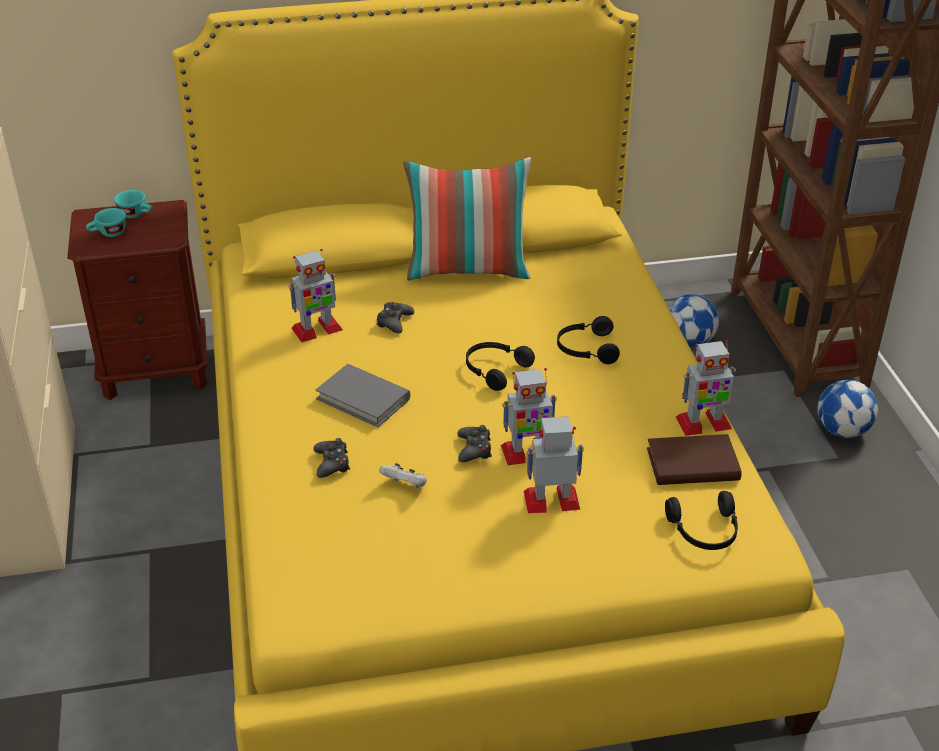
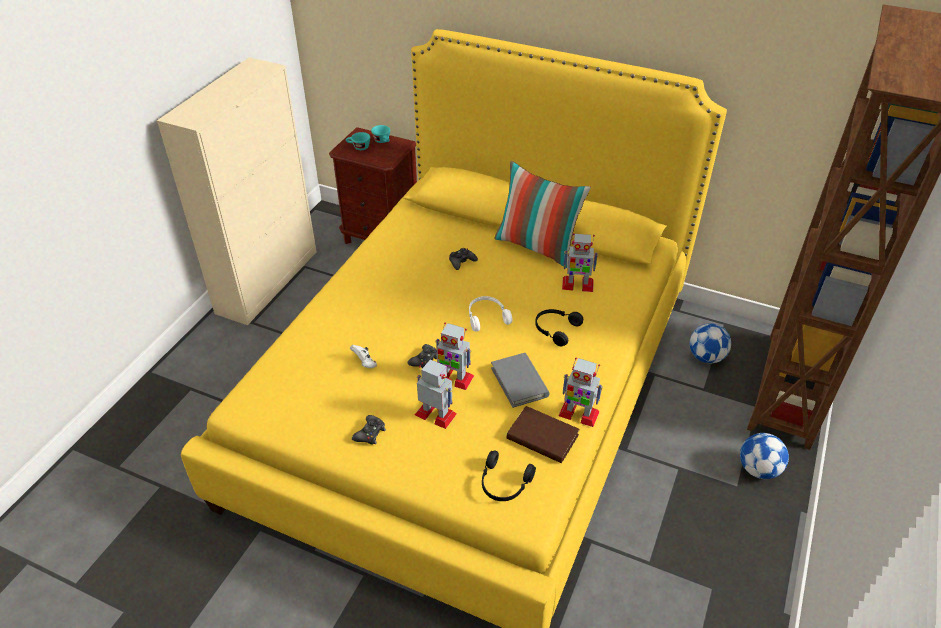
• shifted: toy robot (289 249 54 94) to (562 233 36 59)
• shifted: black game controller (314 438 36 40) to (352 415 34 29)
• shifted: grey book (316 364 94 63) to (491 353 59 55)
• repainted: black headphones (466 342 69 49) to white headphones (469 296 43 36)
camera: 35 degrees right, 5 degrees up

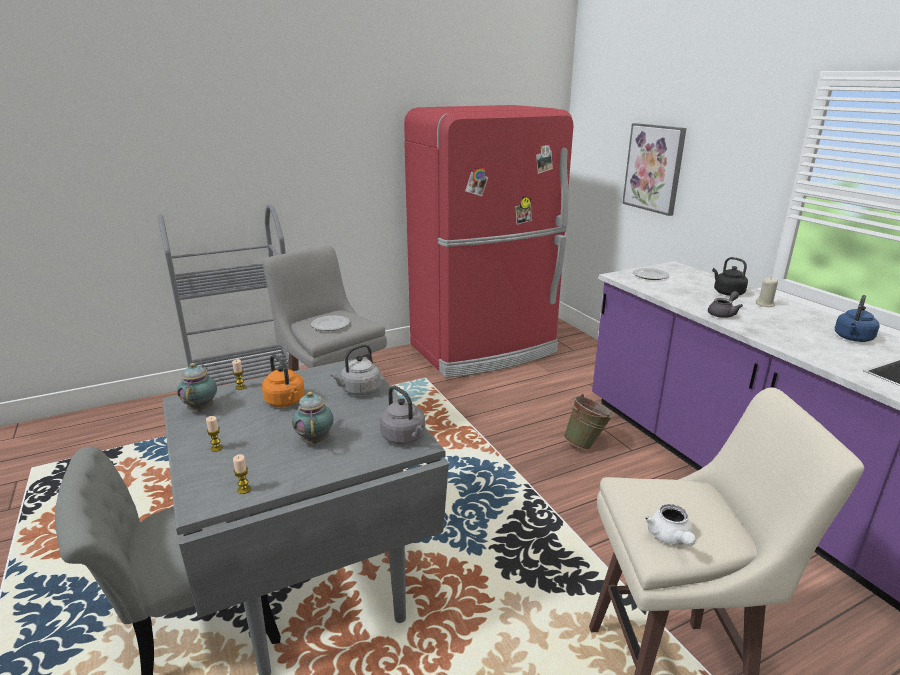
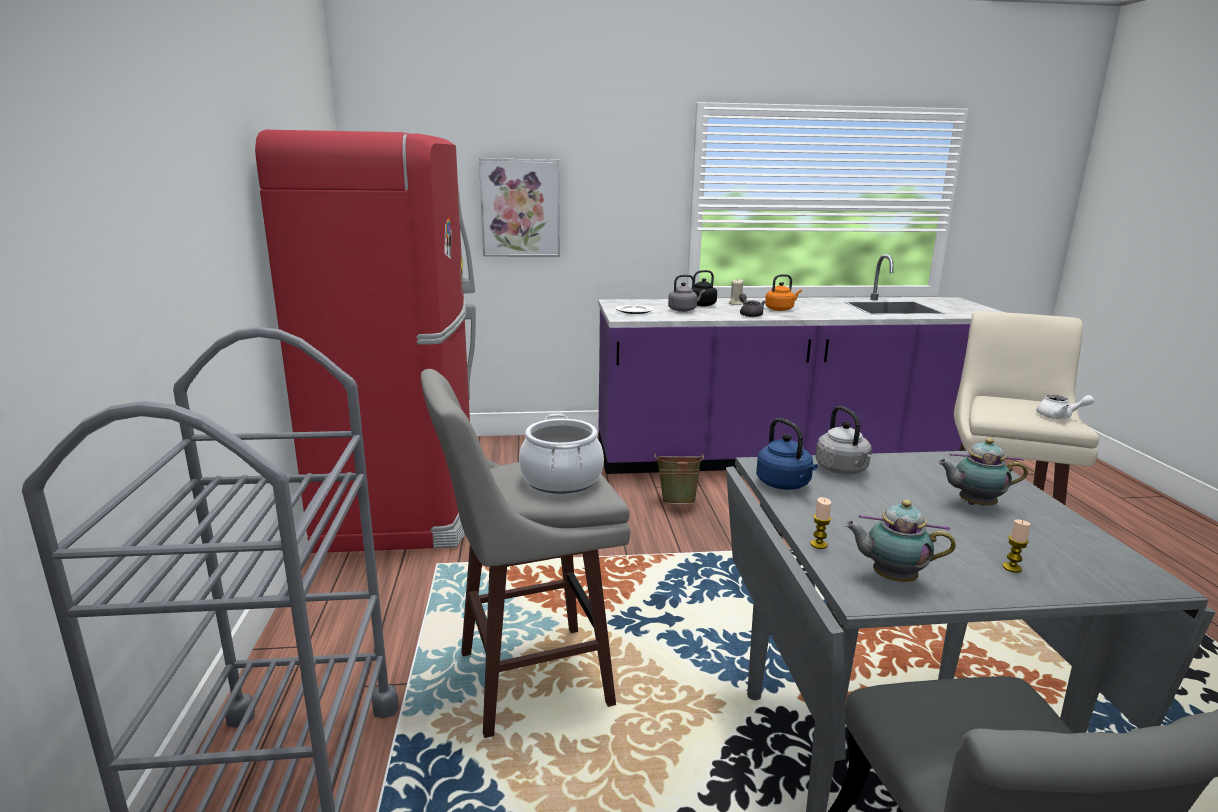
• gone: candle (233 454 18 40)
• shifted: orange kettle (262 354 43 53) to (765 274 37 37)
• swapped: plate (311 315 39 16) to cooking pot (519 414 85 80)
• shifted: grey kettle (380 386 45 58) to (668 274 37 38)
• shifted: blue kettle (835 295 45 47) to (756 418 62 72)
camera: 70 degrees left, 5 degrees down

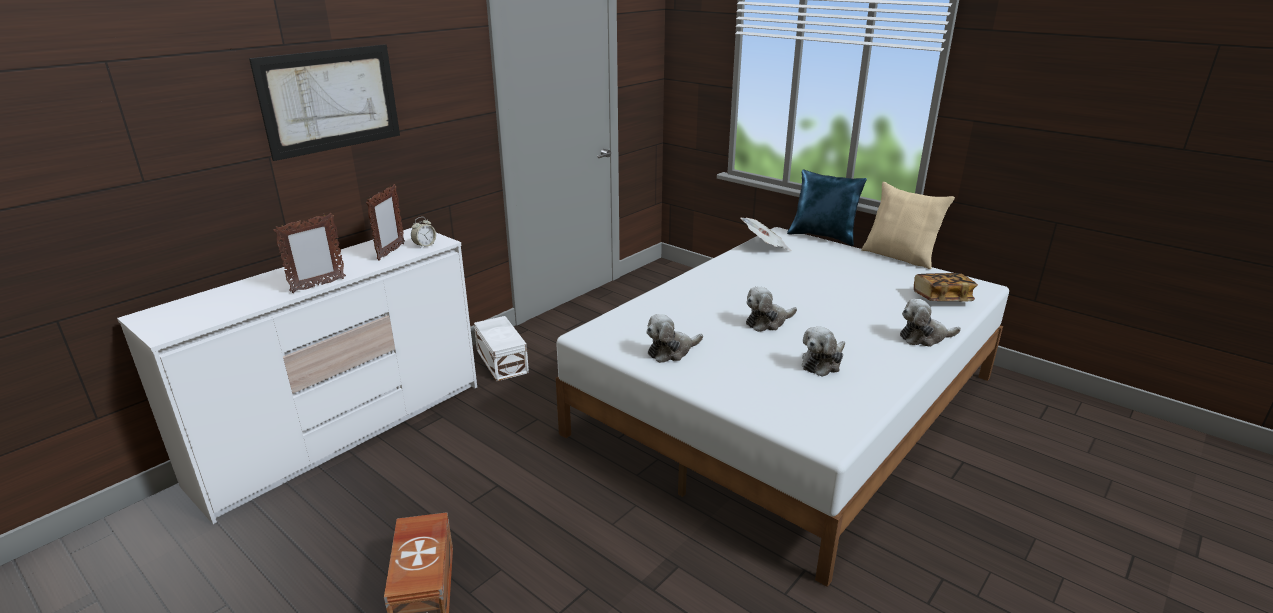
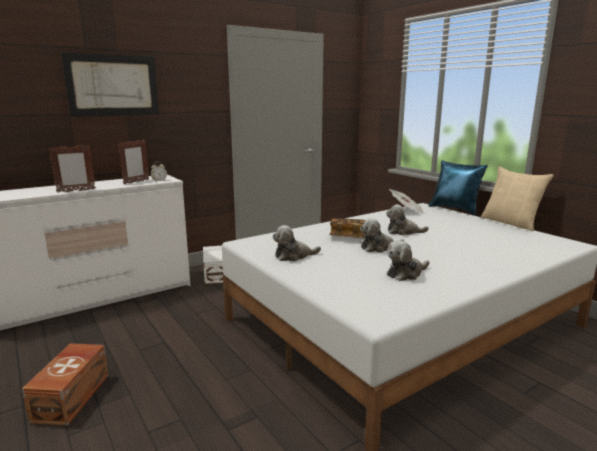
• shifted: plush toy (900 299 61 48) to (386 205 43 30)
• shifted: book (914 273 64 29) to (329 218 36 20)
camera: 15 degrees right, 10 degrees down

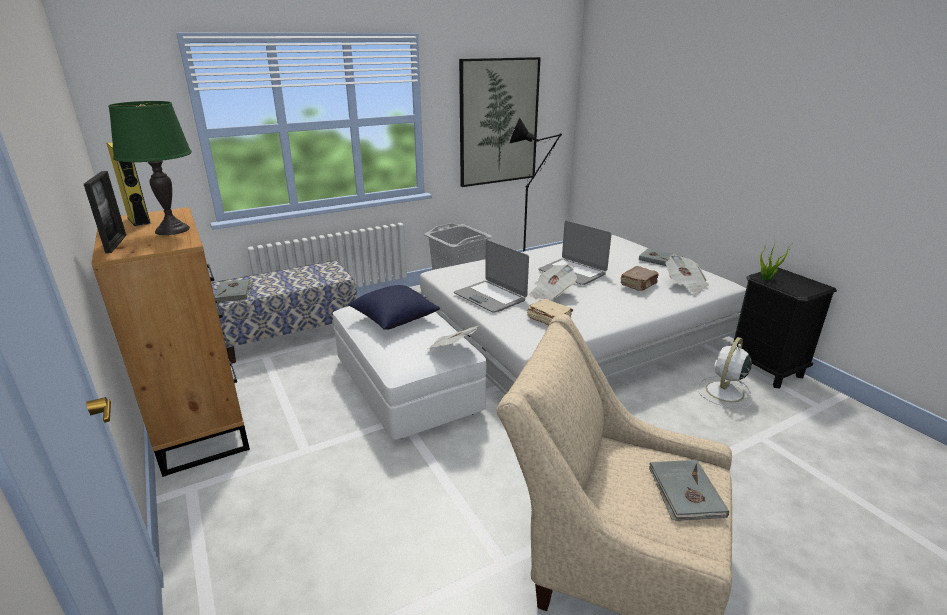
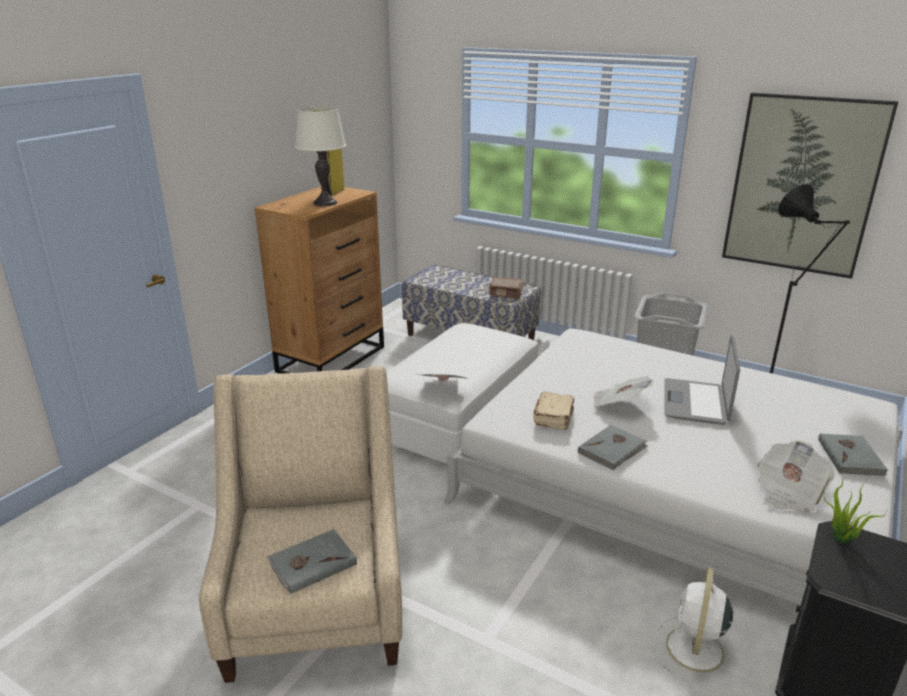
• gone: picture frame (84 171 42 82)
• repainted: green table lamp (109 101 83 134) to white table lamp (295 106 51 100)
• shifted: grey book (215 279 37 23) to (578 425 71 45)
• gone: blue pillow (348 285 92 45)
• gone: laptop (454 240 75 73)
• shifted: brown book (621 266 37 25) to (489 277 34 22)
• rotated: white fan (697 337 55 72) = (654 567 84 119) 75 degrees counterclockwise
camera: 60 degrees right, 0 degrees up

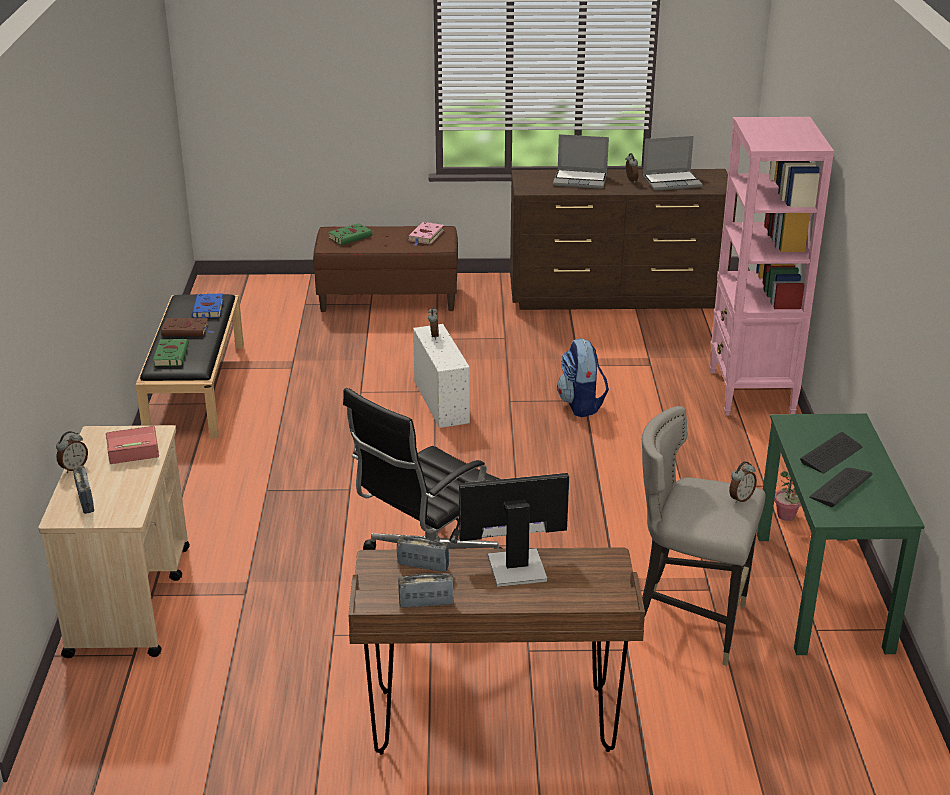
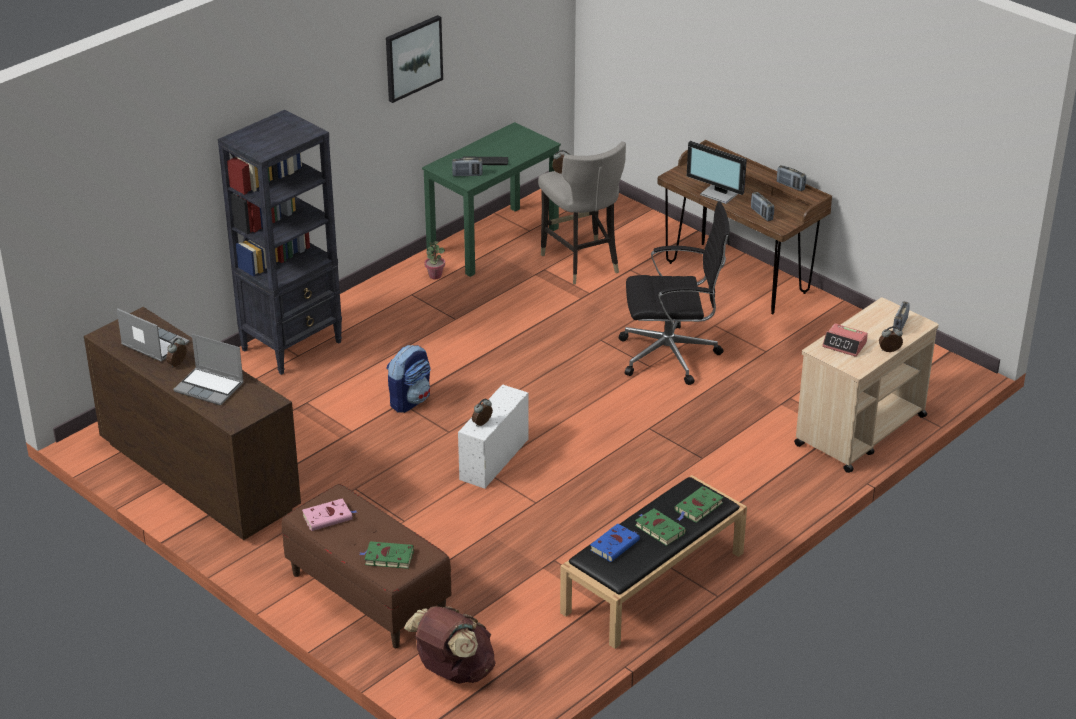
• repainted: brown book (161 318 53 18) to green book (635 508 51 38)
• rotated: laptop (553 134 56 55) = (173 334 71 71) 150 degrees clockwise
• repainted: pink bookcase (710 117 124 298) to black bookcase (218 110 124 265)
• gone: keyboard (809 468 64 39)
• new: picture (386 15 57 88)
• new: brown backpack (404 606 92 78)
• new: radio (452 157 30 20)
camera: 135 degrees left, 5 degrees up

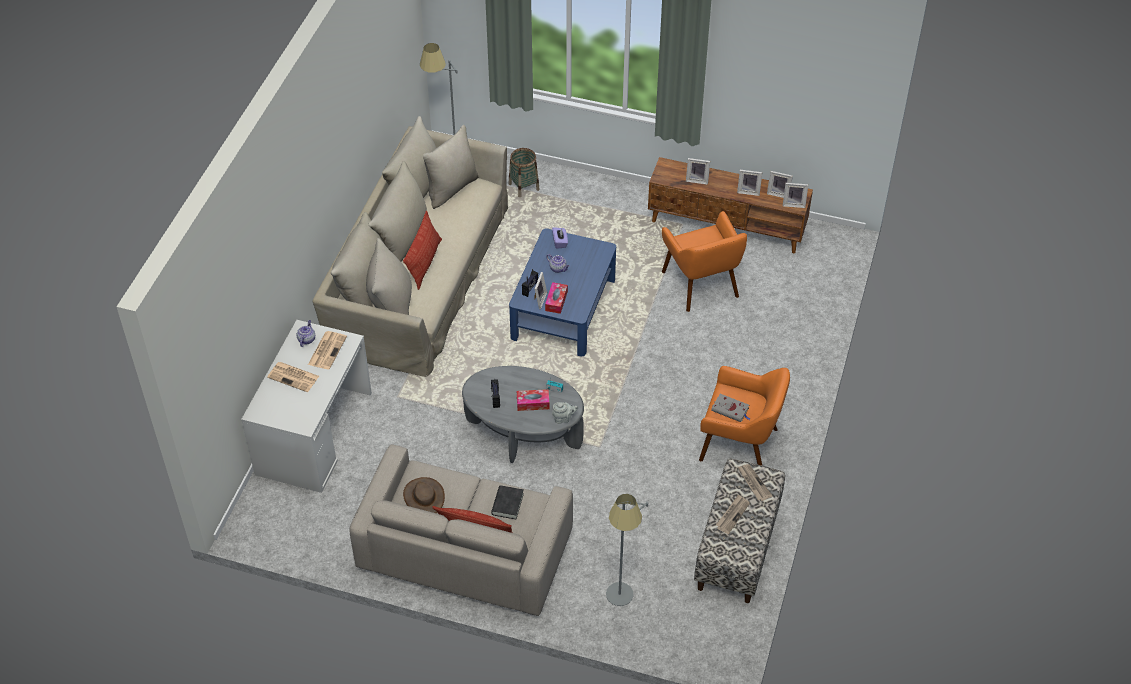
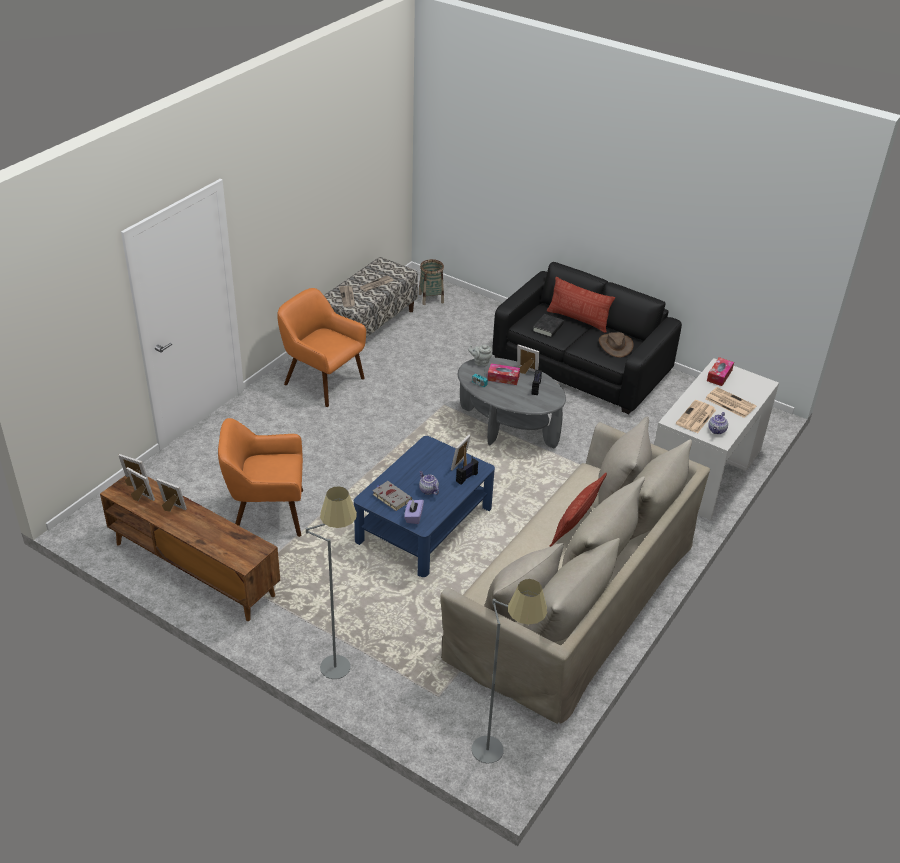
• repainted: beige sofa (349 445 224 171) to black sofa (492 262 190 152)
• shifted: basket (509 148 31 49) to (419 259 25 46)
• shifted: tissue box (545 282 23 32) to (707 357 27 29)
• shifted: grey floor lamp (606 494 42 112) to (306 486 51 193)
• rotated: orange armchair (662 211 85 101) = (218 418 85 119) 90 degrees counterclockwise
• shifted: picture frame (686 158 24 27) to (517 344 22 30)
• shifted: grey book (711 394 40 28) to (372 481 40 30)
camera: 165 degrees left, 10 degrees down

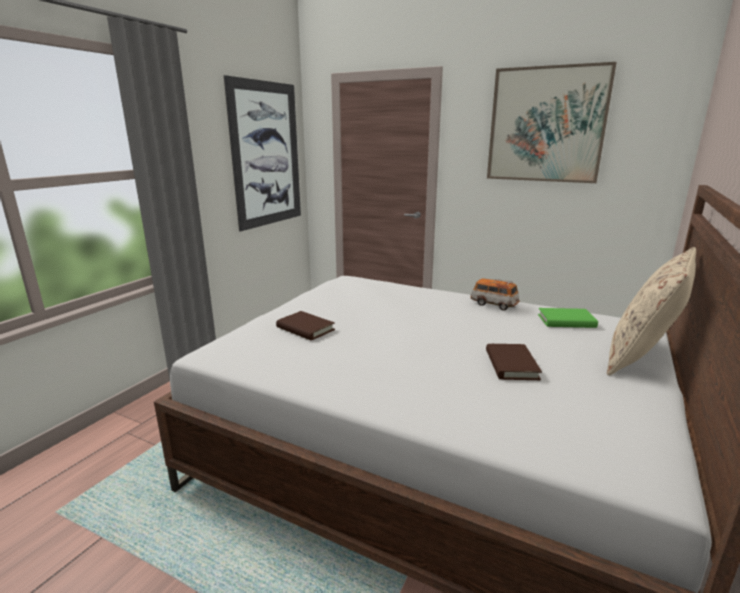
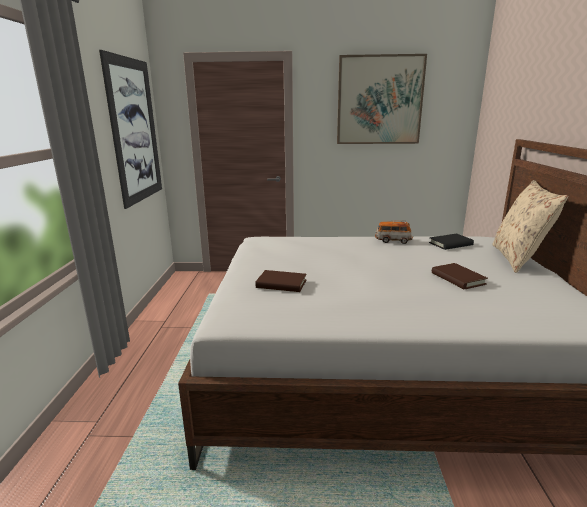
• repainted: green book (538 308 60 20) to black book (429 234 45 16)
camera: 25 degrees left, 0 degrees up

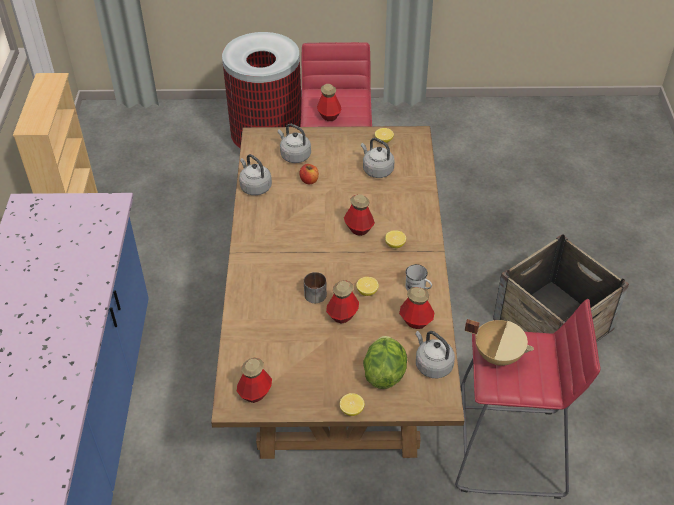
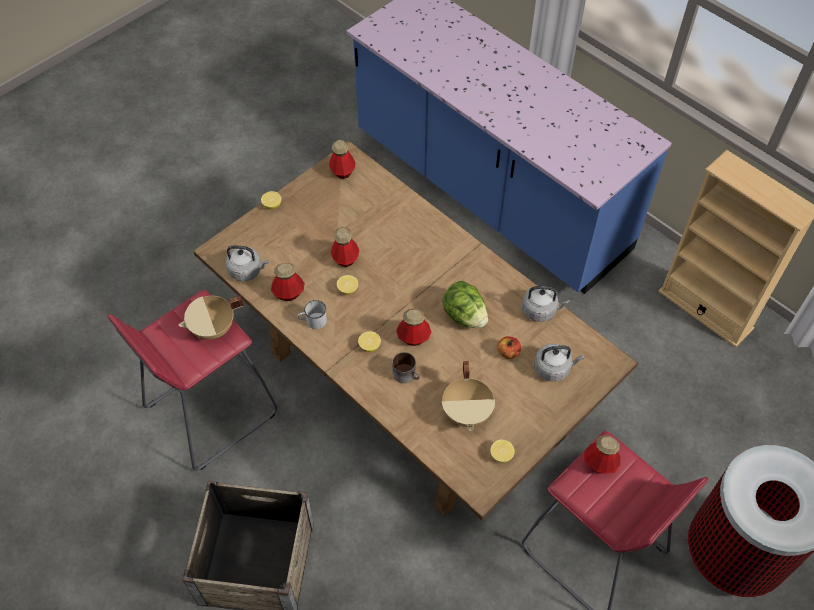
• shifted: mug (304 272 23 31) to (392 352 28 31)
• swapped: grey kettle (361 138 33 40) to beige cooking pot (442 361 53 70)
• shifted: lettuce (363 336 44 53) to (442 281 46 47)
camera: 135 degrees right, 10 degrees up

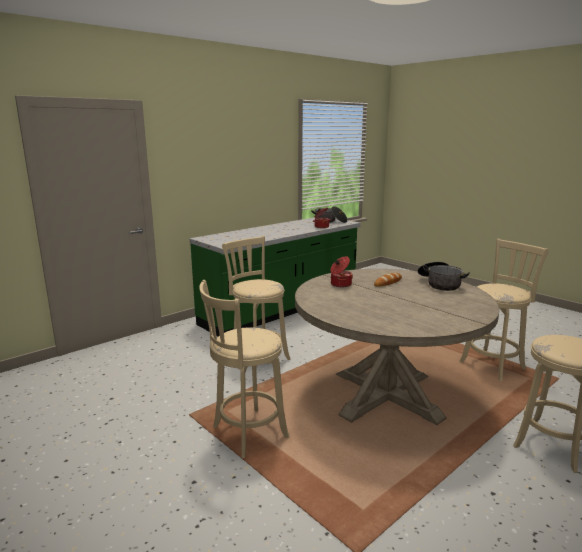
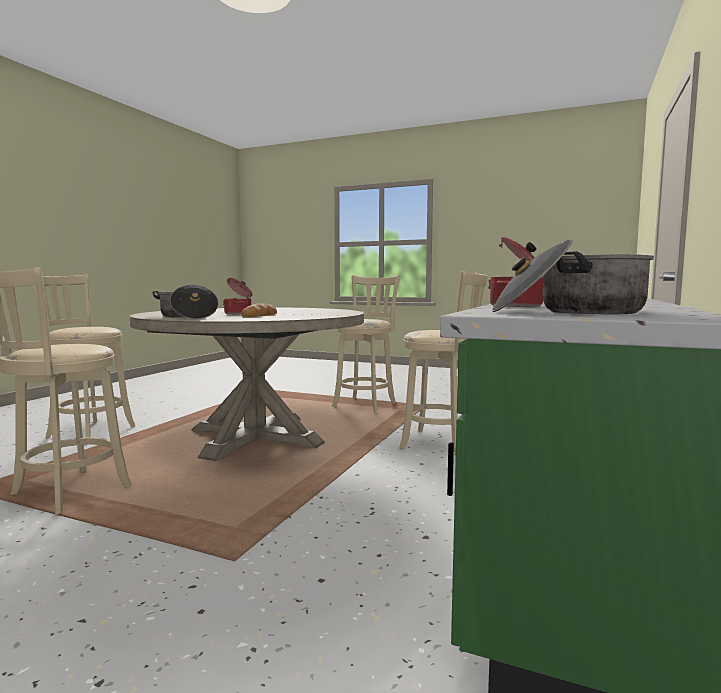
• shifted: cooking pot (330 256 23 31) to (223 278 29 36)
camera: 155 degrees right, 10 degrees down

